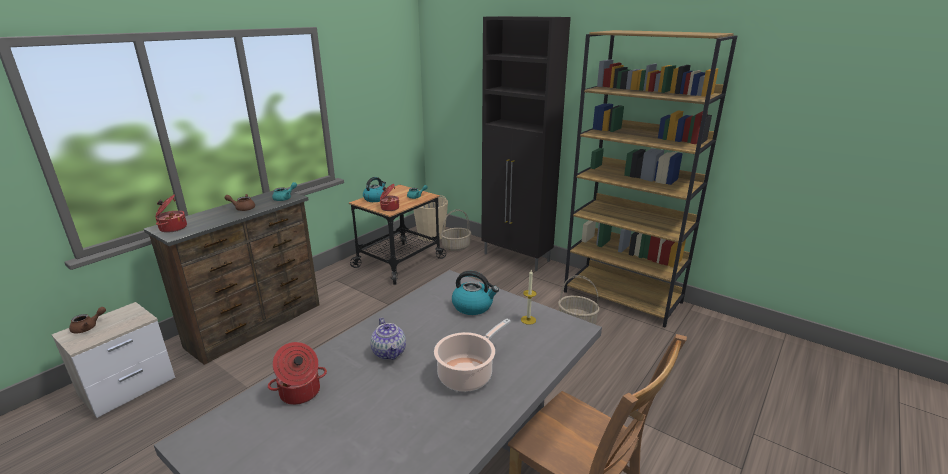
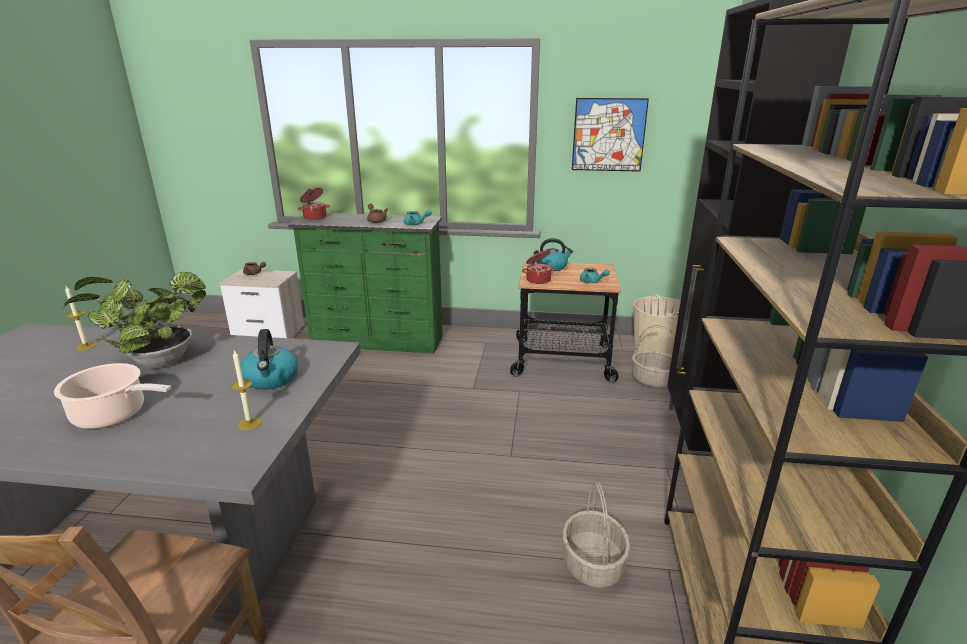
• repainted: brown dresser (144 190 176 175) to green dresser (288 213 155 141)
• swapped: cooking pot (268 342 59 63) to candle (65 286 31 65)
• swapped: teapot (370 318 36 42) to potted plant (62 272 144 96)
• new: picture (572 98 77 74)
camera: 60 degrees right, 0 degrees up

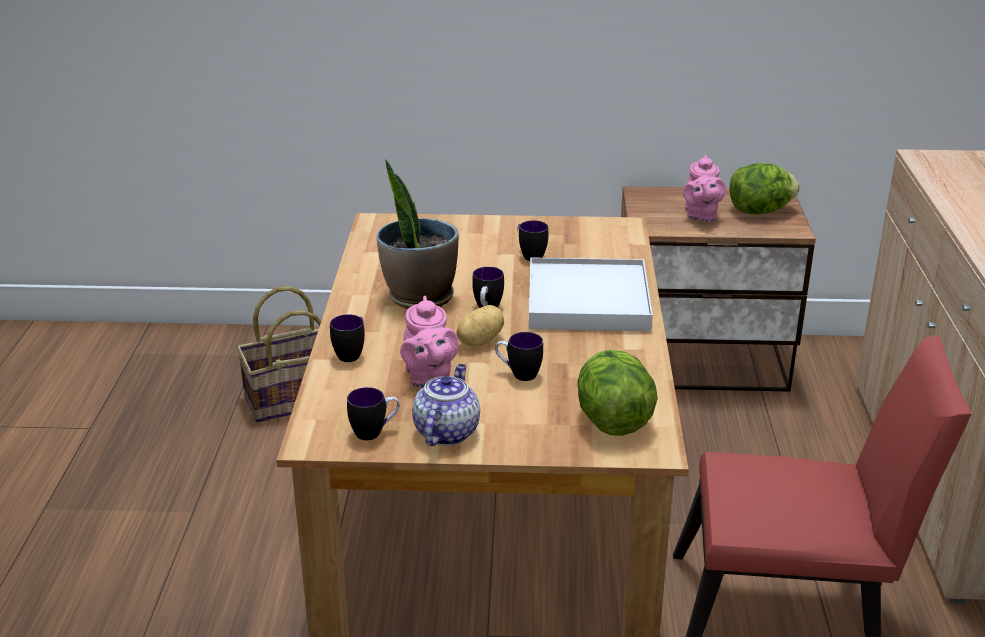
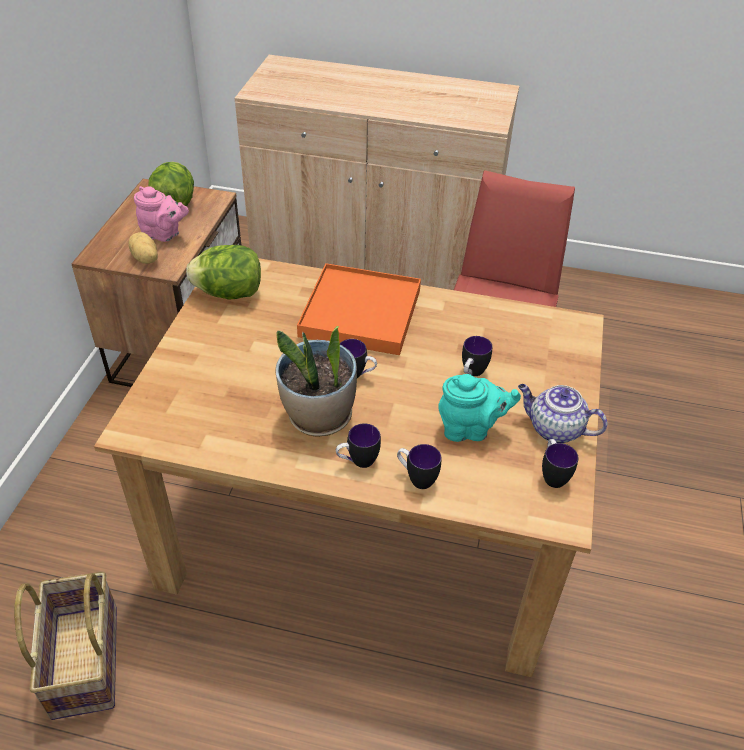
• repainted: pink teapot (400 296 59 92) to turquoise teapot (438 374 83 68)
• shifted: potato (456 305 48 41) to (129 232 29 32)
• shifted: mug (518 220 30 41) to (336 423 45 45)
• repainted: white tray (529 257 124 75) to orange tray (297 263 124 92)
• shifted: lettuce (577 350 81 86) to (186 245 75 55)
camera: 80 degrees left, 15 degrees up

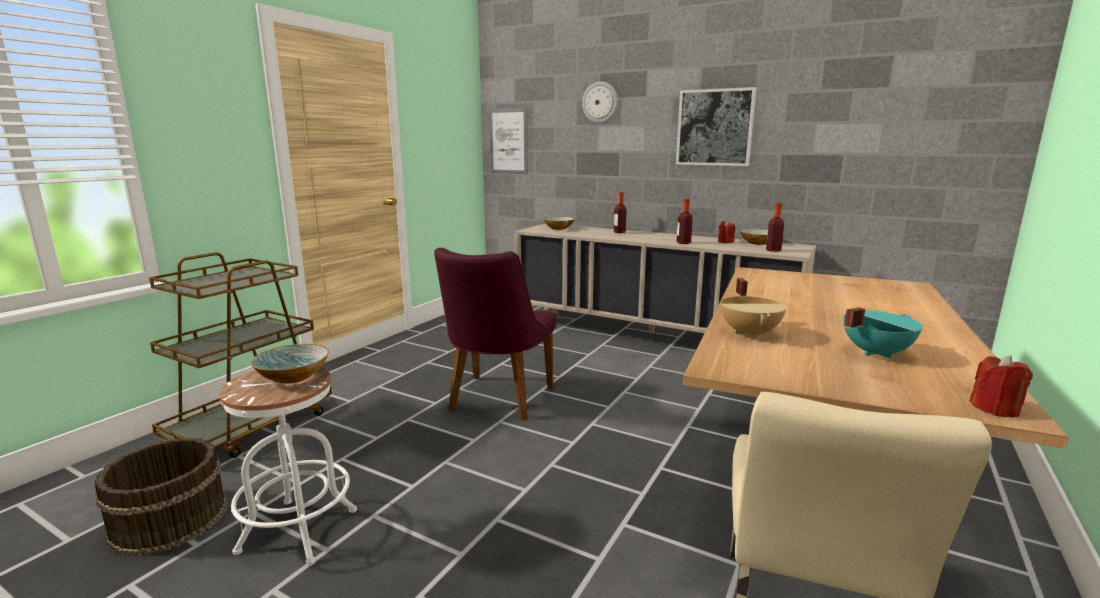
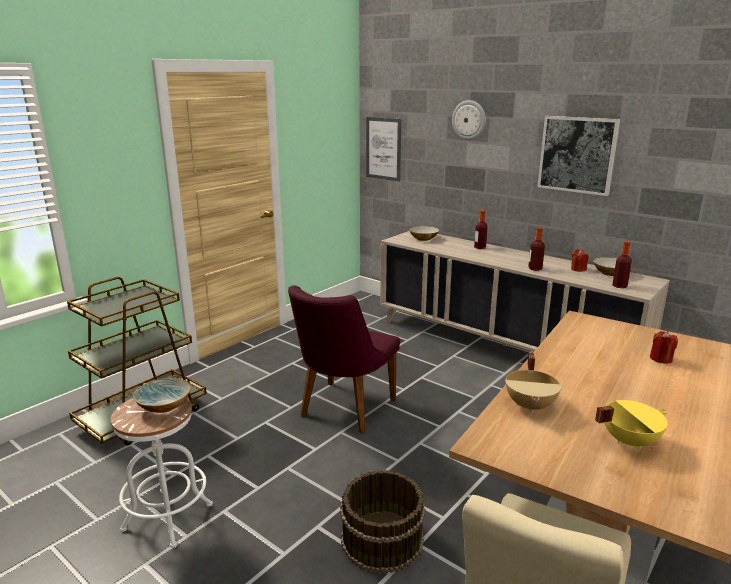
• shifted: brown bucket (95 438 133 118) to (340 470 85 104)
• repainted: turquoise cooking pot (843 307 80 52) to yellow cooking pot (595 400 73 50)
• shifted: red candle (969 355 64 62) to (650 331 28 33)
camera: 10 degrees right, 5 degrees up

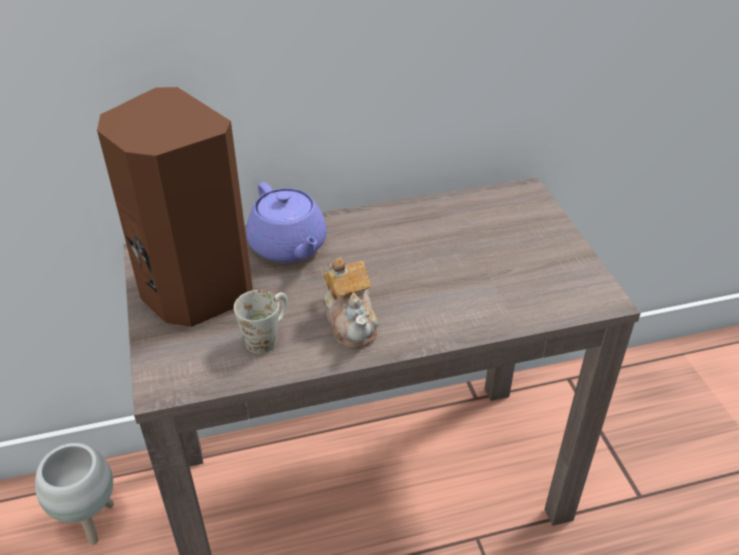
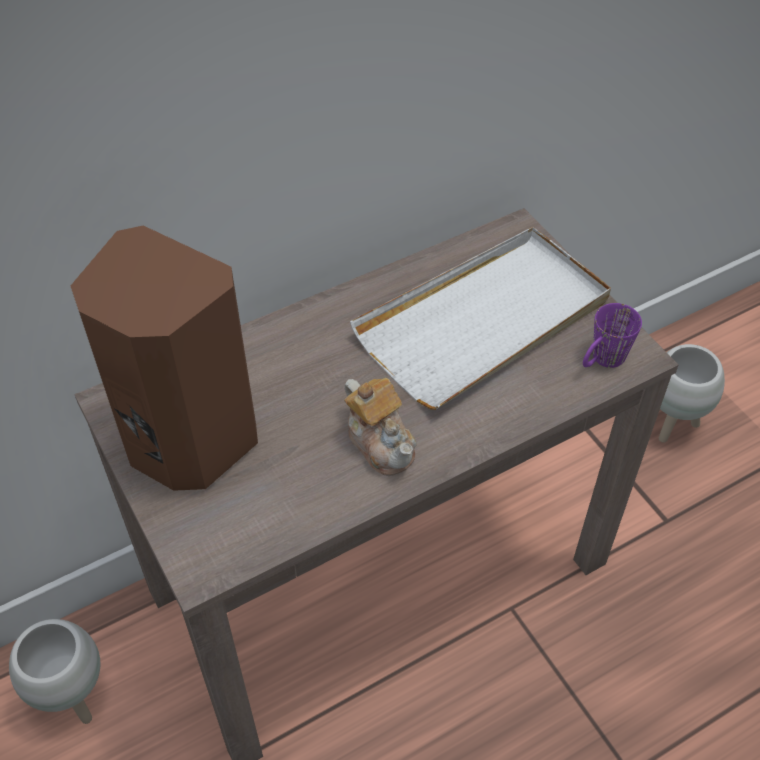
• gone: white mug (234 290 54 64)
• gone: purple teapot (246 182 81 81)
• new: white tray (350 227 261 183)
• new: purple mug (583 303 59 65)
• new: white planter (659 344 66 99)
camera: 15 degrees left, 10 degrees up

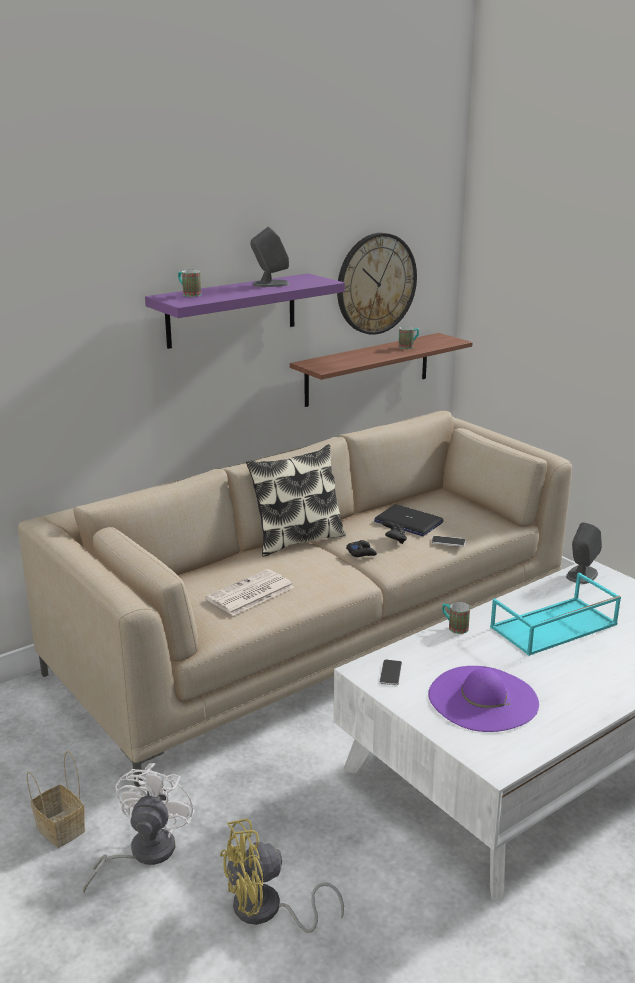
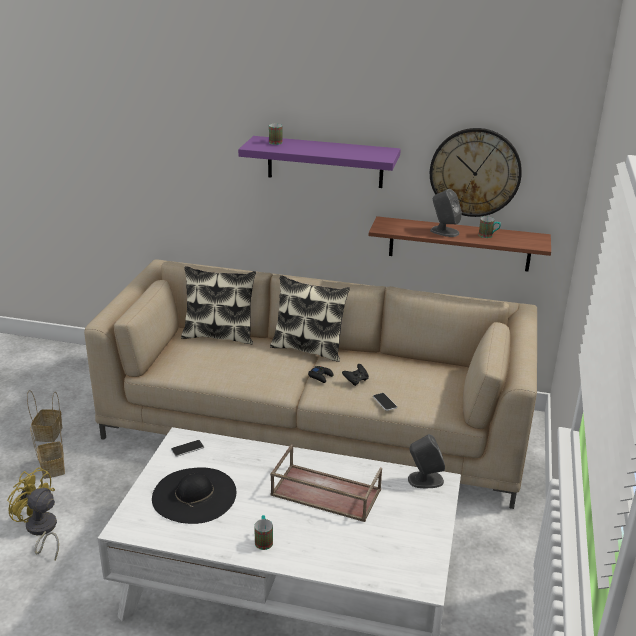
• swapped: white fan (83 763 112 131) to basket (30 422 35 57)
• gone: newspaper (206 569 88 47)
• shifted: grey speaker (250 227 40 60) to (430 189 32 48)
• gone: laptop (374 505 70 31)
• repainted: purple hat (428 666 111 66) to black hat (152 468 84 56)
• shifted: mug (442 602 28 32) to (254 515 19 35)
• repainted: turquoise tray (490 573 131 83) to brown tray (270 445 112 77)
• new: pillow (181 266 75 78)
camera: 50 degrees right, 5 degrees up

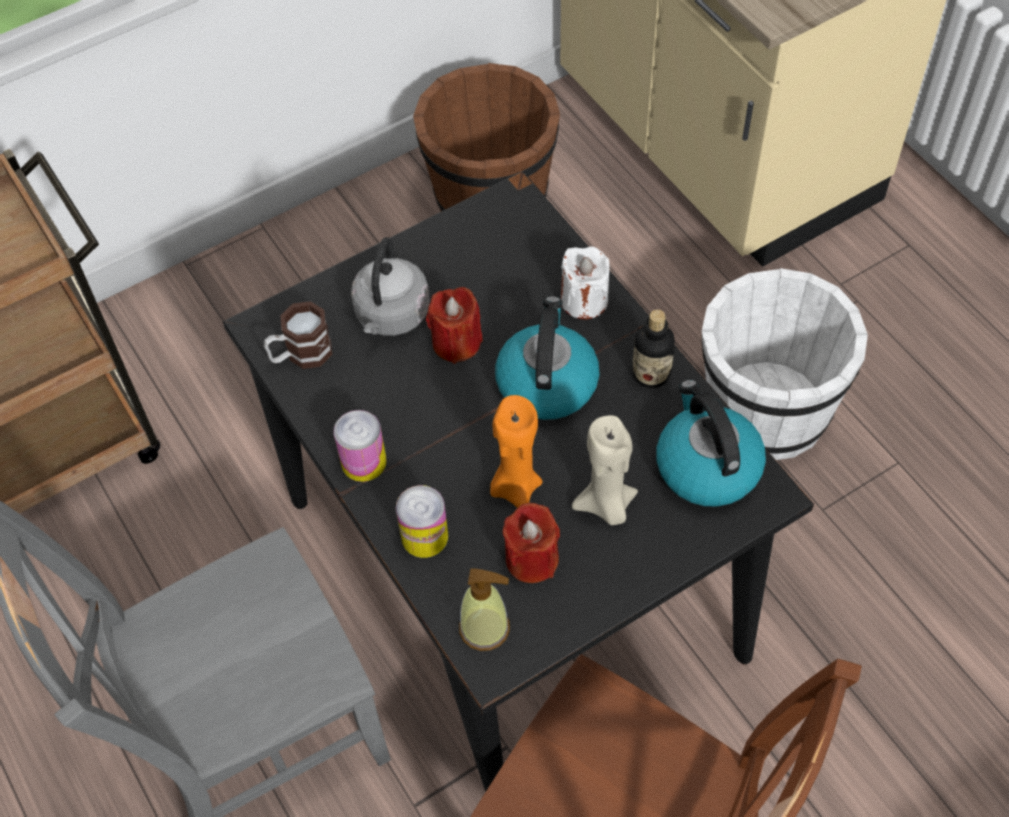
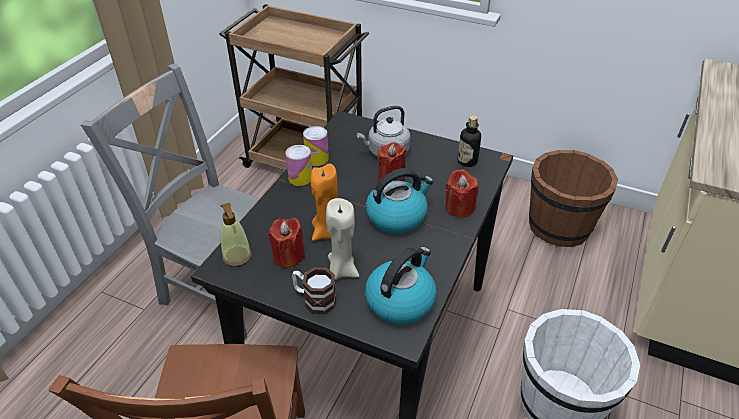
• shifted: mug (264 301 68 68) to (292 267 44 48)
• shifted: can (396 485 52 73) to (303 126 26 40)
• repainted: white candle (561 246 49 73) to red candle (445 169 34 49)
• shifted: bottle (632 310 43 78) to (458 115 23 52)
camera: 55 degrees right, 15 degrees down

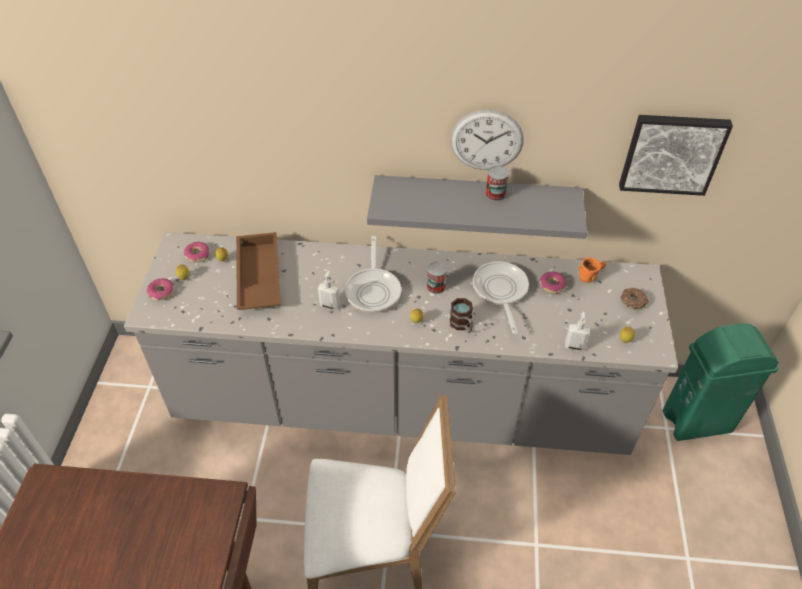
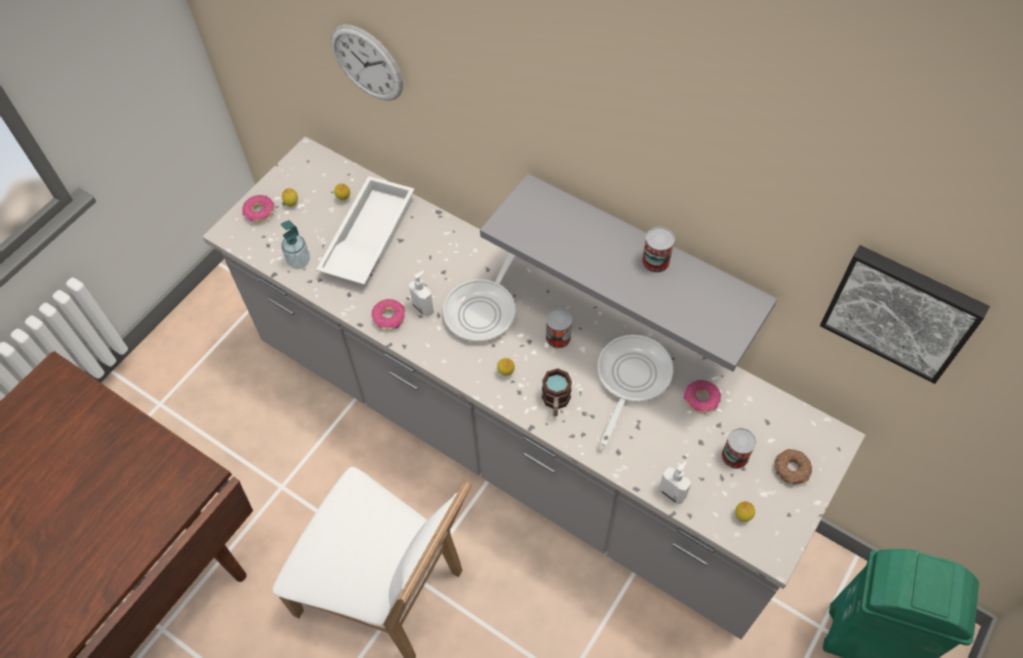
• shifted: donut (184 242 25 20) to (372 299 33 31)
• repainted: brown tray (236 232 45 78) to white tray (316 176 99 109)
• shifted: wall clock (450 110 74 60) to (331 24 72 77)
• gone: orange mug (578 257 29 26)
• new: soap dispenser (281 220 29 49)
• new: can (722 428 34 41)
camera: 30 degrees right, 10 degrees up

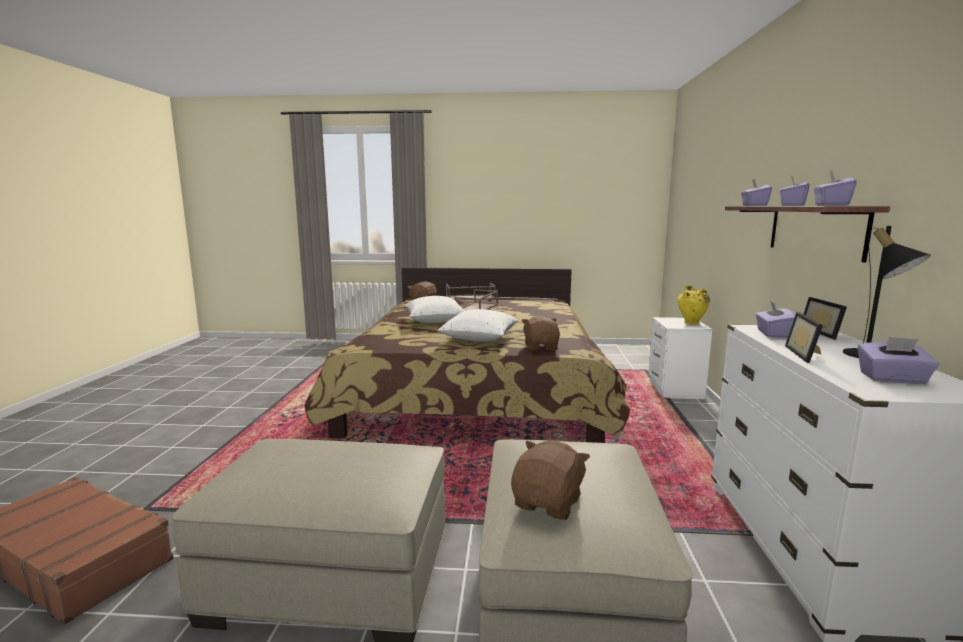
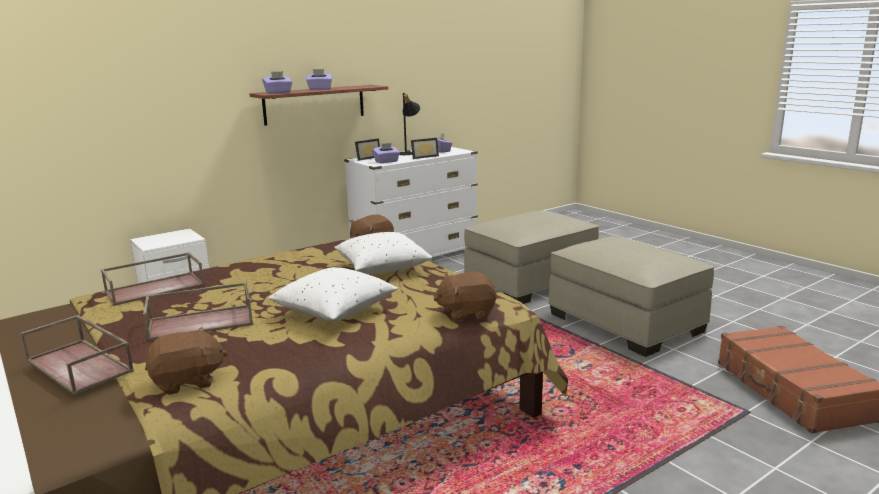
• shifted: brown plush toy (511 440 79 80) to (434 272 62 49)
• gone: yellow vase (678 285 32 39)
• gone: purple tissue box (813 170 44 36)
• new: brown tray (101 252 104 54)
camera: 130 degrees left, 5 degrees up

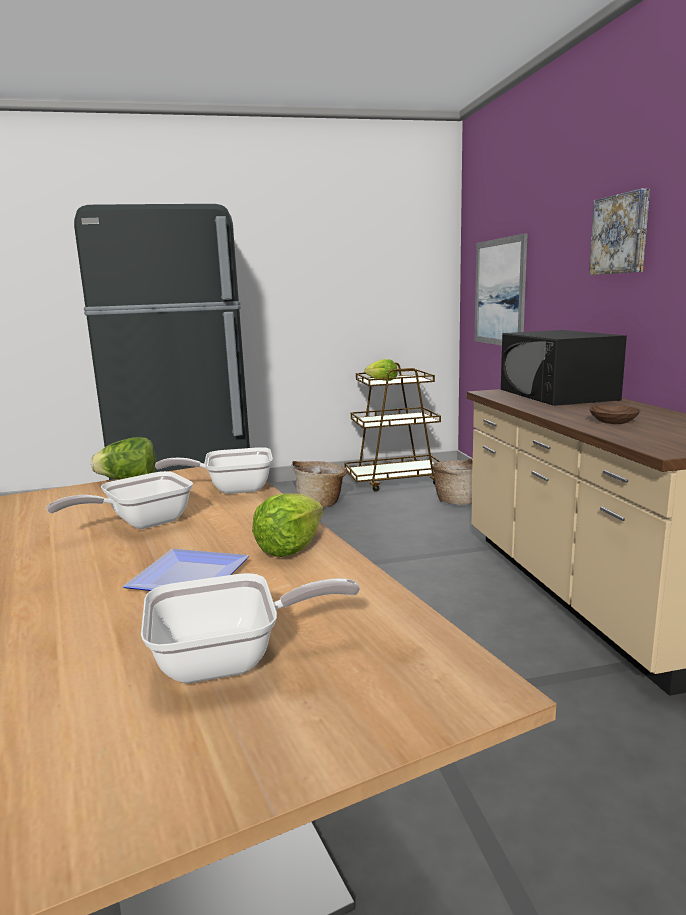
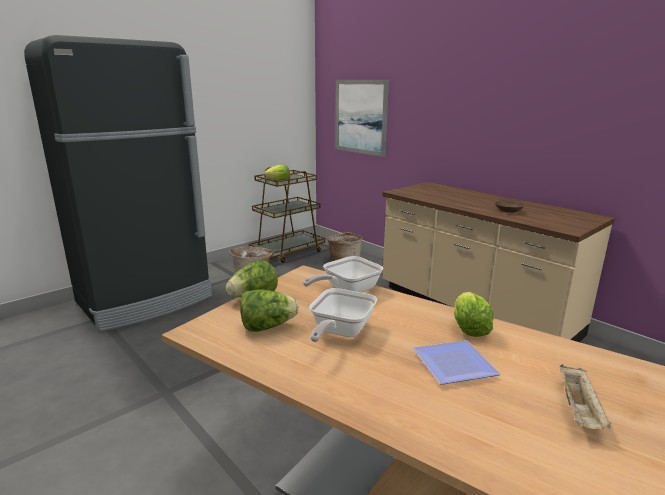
• swapped: frying pan (141 573 219 110) to beige tray (560 364 51 65)
• gone: black microwave (501 330 126 76)
• gone: picture (589 188 61 87)
• new: lettuce (240 290 59 42)
camera: 30 degrees left, 5 degrees up

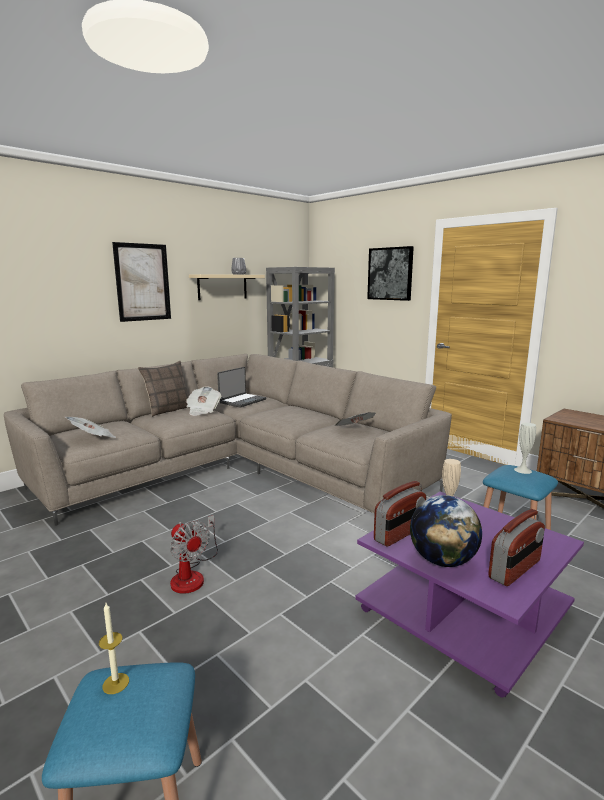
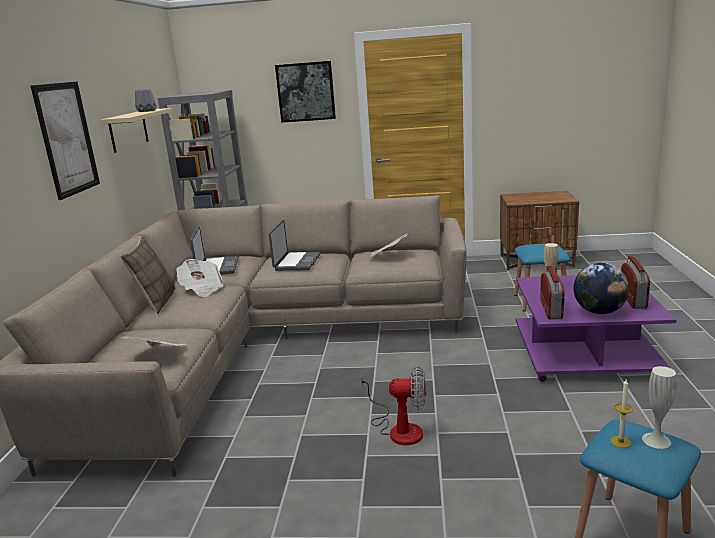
• shifted: white vase (514 423 22 51) to (642 366 35 83)
• new: laptop (268 220 53 51)
camera: 40 degrees left, 5 degrees up

